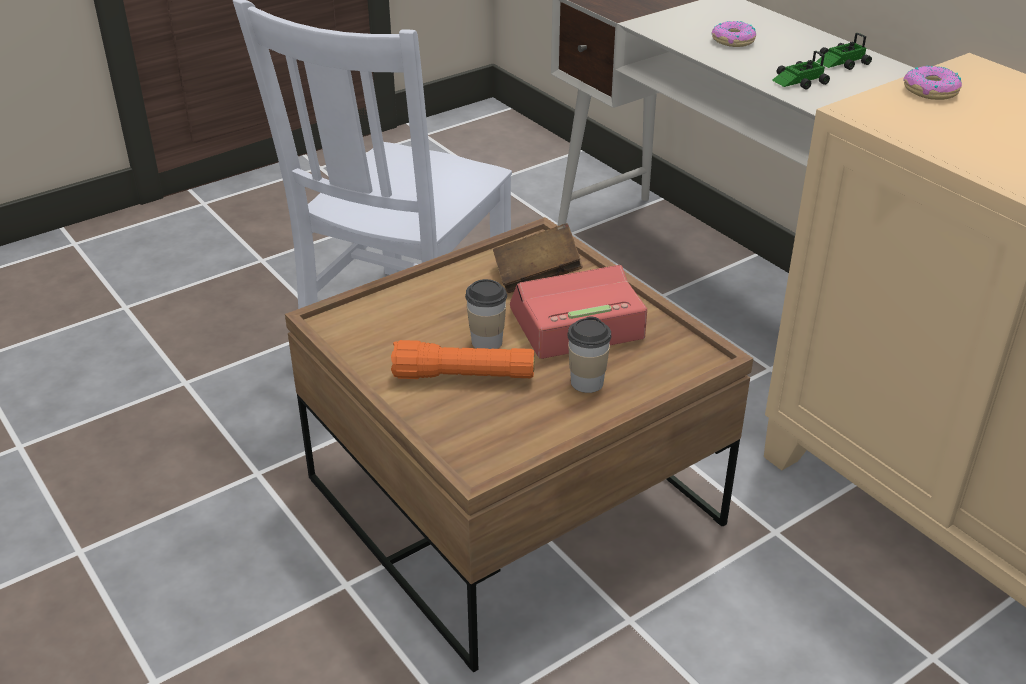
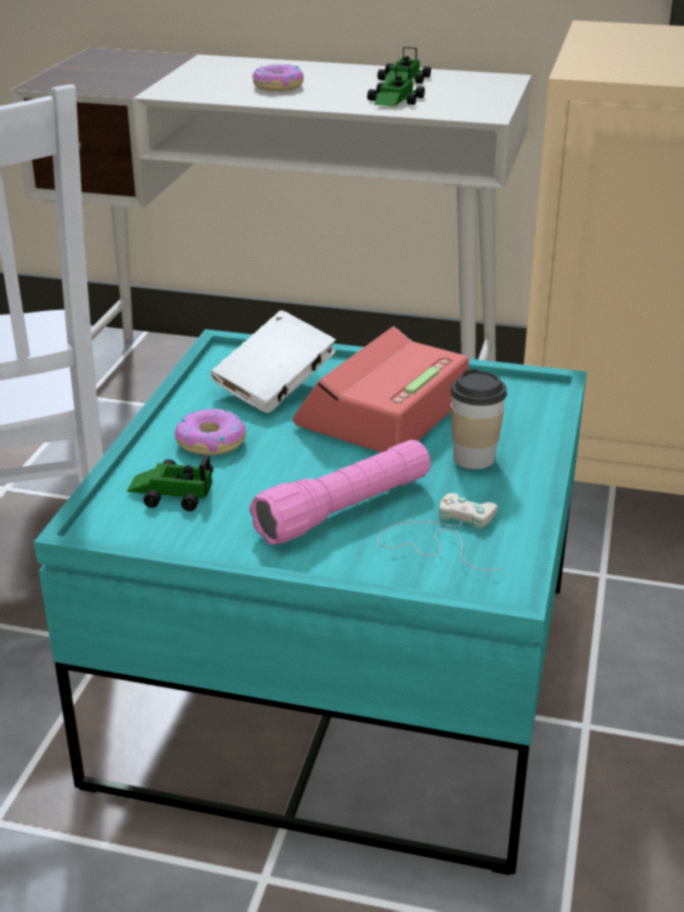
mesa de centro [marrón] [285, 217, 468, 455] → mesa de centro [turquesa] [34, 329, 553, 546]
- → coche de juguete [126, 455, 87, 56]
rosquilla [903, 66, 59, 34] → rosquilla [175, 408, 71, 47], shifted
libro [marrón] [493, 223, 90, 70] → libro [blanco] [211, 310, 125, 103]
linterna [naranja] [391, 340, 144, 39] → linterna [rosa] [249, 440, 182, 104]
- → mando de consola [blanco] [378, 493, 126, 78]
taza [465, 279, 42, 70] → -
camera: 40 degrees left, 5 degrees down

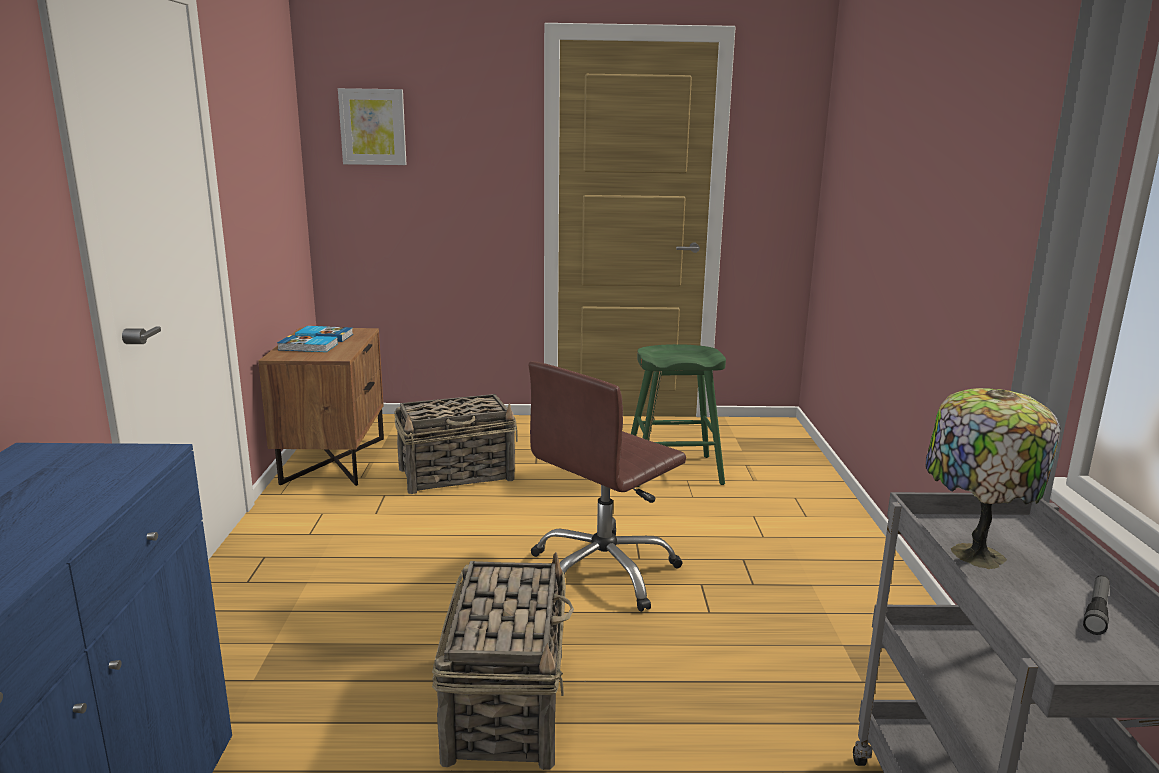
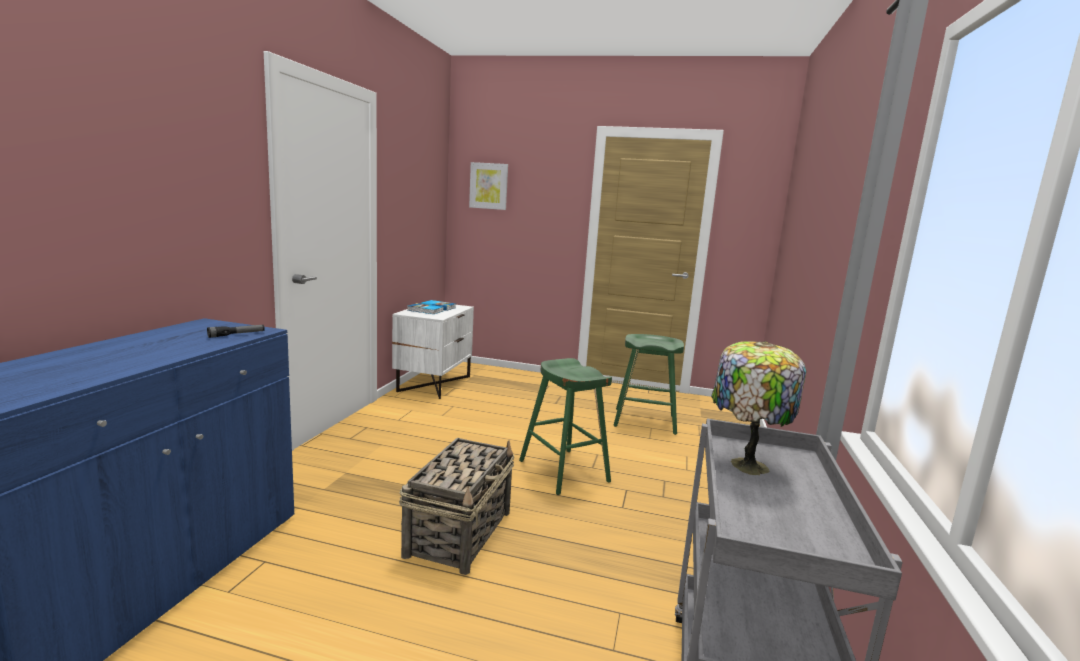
linterna [1083, 575, 27, 60] → linterna [207, 325, 58, 13], shifted
mesita de noche [marrón] [259, 327, 125, 159] → mesita de noche [blanco] [392, 305, 82, 94]
silla de oficina [marrón] [529, 361, 157, 251] → taburete [verde] [519, 358, 93, 137]
cesta [394, 394, 124, 100] → -
camera: 15 degrees right, 5 degrees down

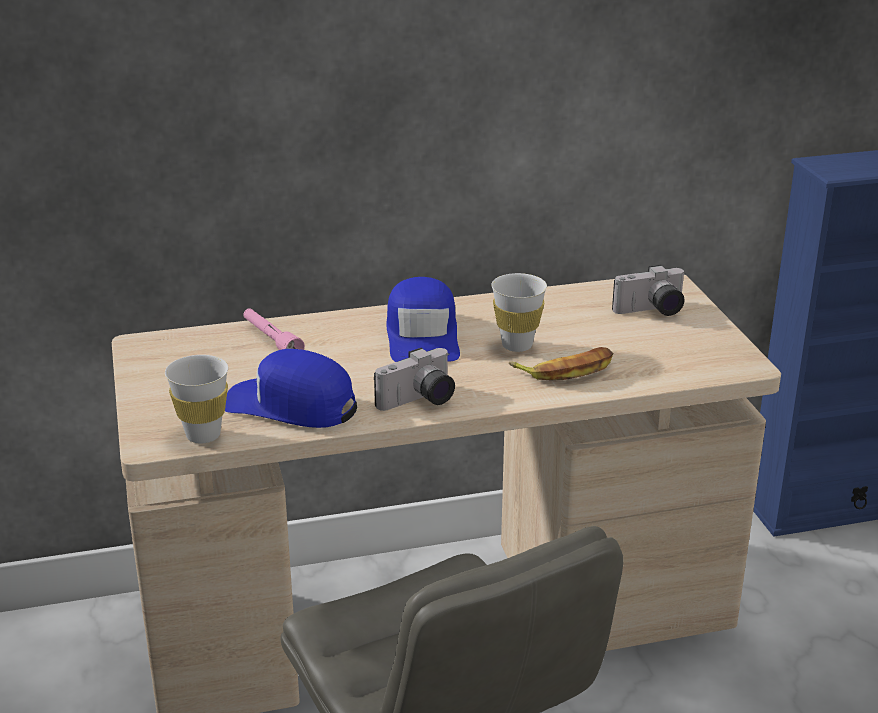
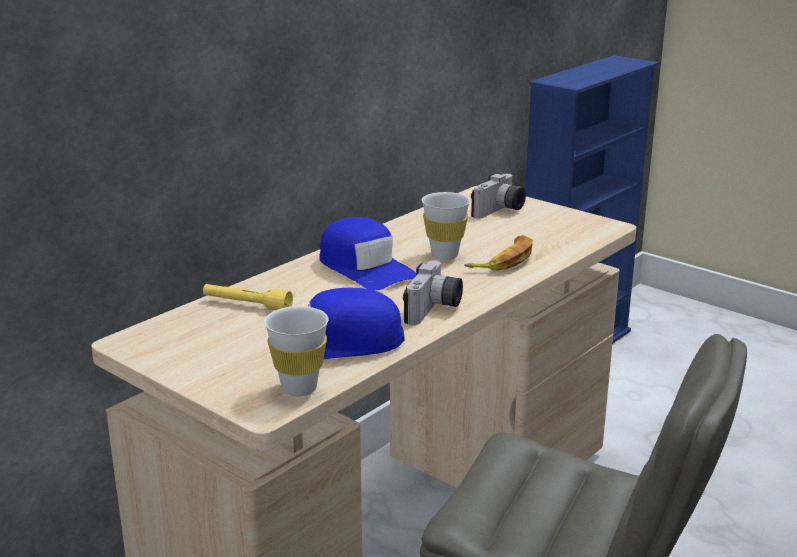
linterna [rosa] [243, 308, 62, 42] → linterna [amarillo] [203, 284, 90, 26]
camera: 35 degrees left, 5 degrees down

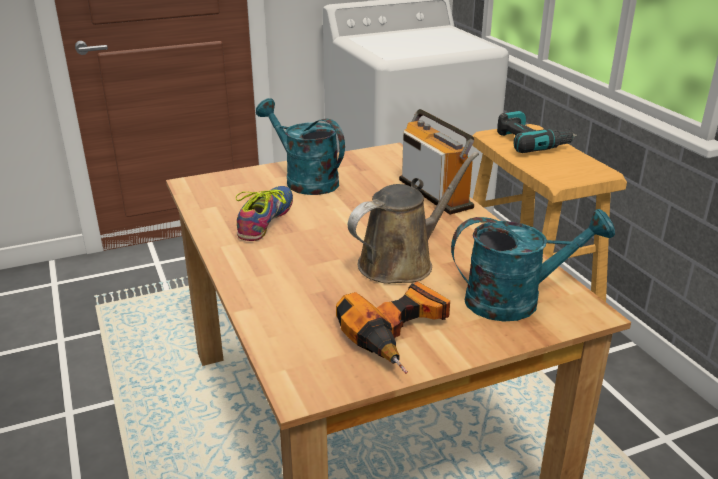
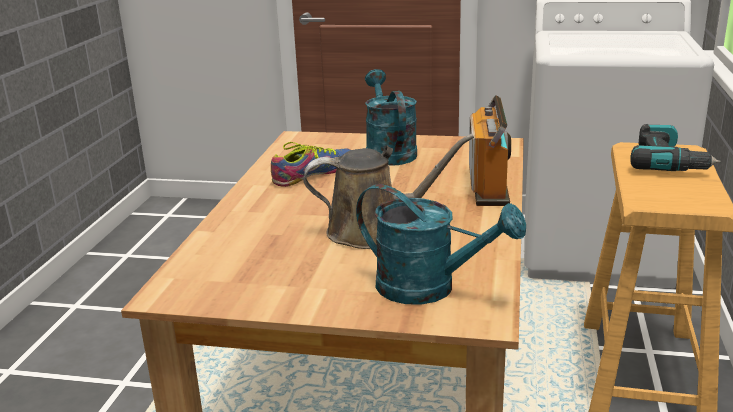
taladro [336, 281, 114, 93] → -
camera: 35 degrees right, 5 degrees down

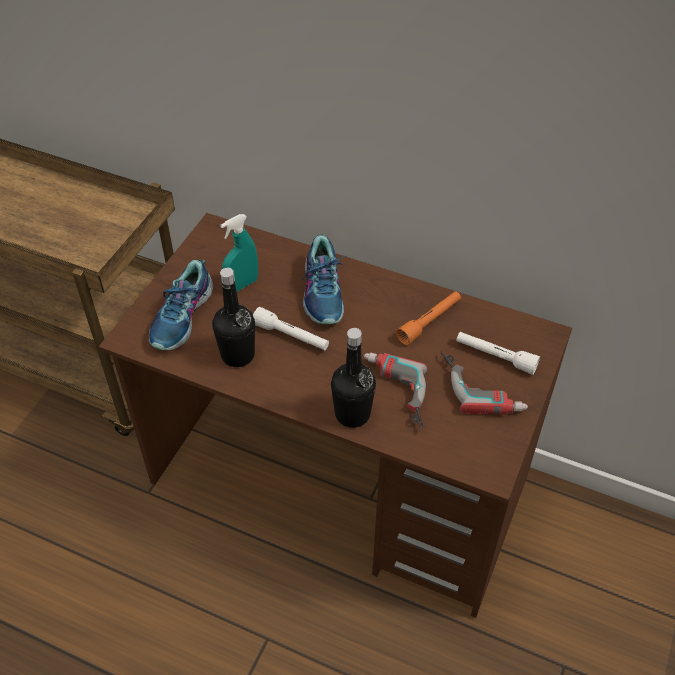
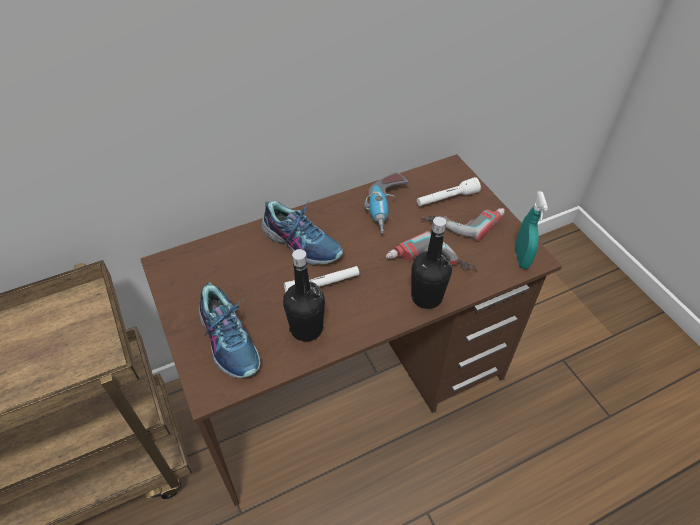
linterna [naranja] [396, 291, 65, 54] → taladro [364, 172, 45, 61]
pulverizador [turquesa] [220, 214, 38, 78] → pulverizador [turquesa] [515, 192, 33, 77], shifted
camera: 50 degrees left, 0 degrees up

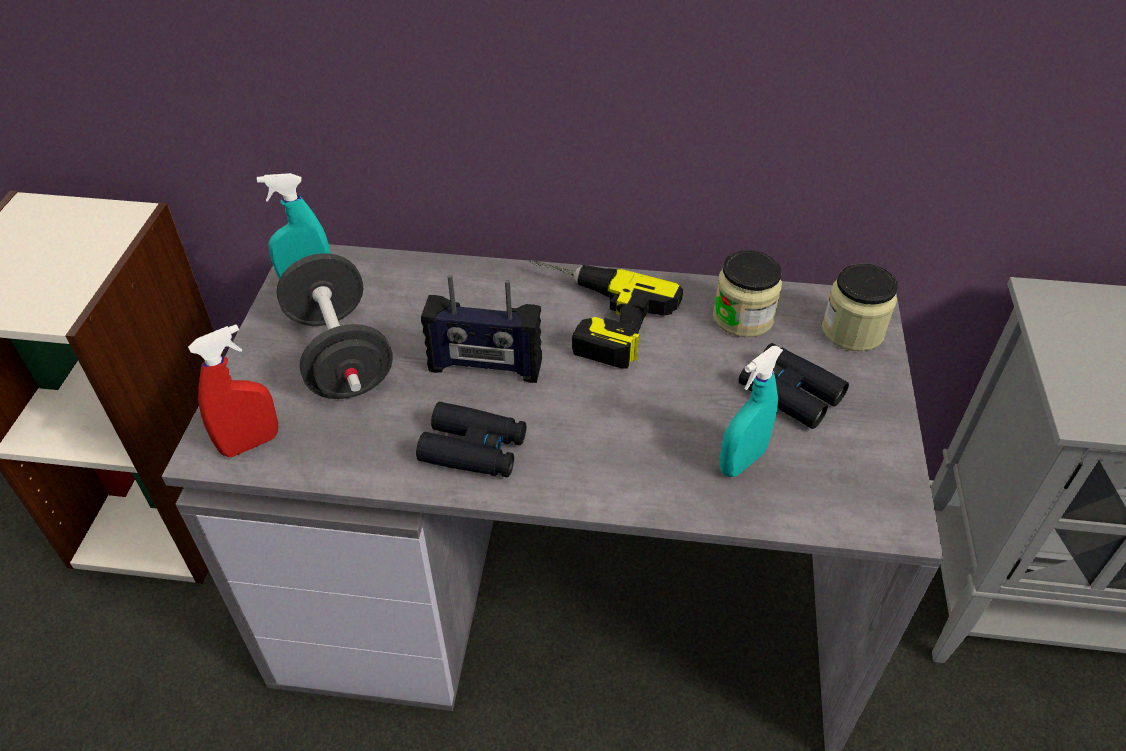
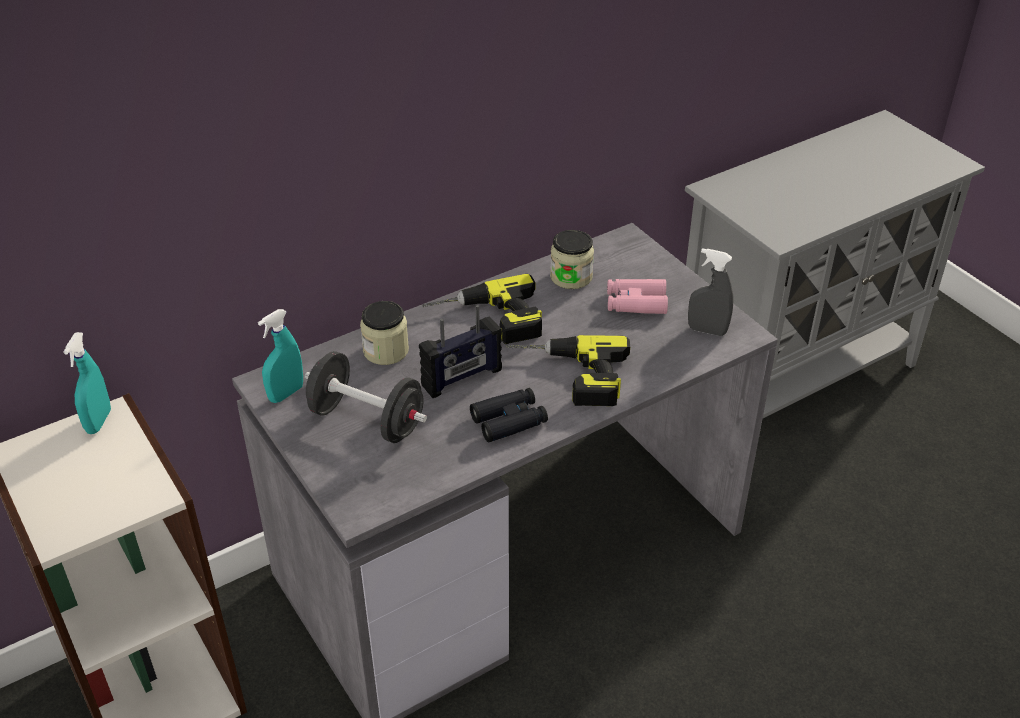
pulverizador [turquesa] [719, 346, 64, 131] → pulverizador [turquesa] [63, 332, 48, 102], shifted
tarro [822, 263, 76, 88] → tarro [360, 301, 49, 64], shifted
- → taladro [506, 335, 124, 71]
prismáticos [negro] [738, 343, 111, 86] → prismáticos [rosa] [607, 279, 61, 35]
- → pulverizador [gris] [688, 248, 46, 88]
pulverizador [rojo] [188, 324, 90, 133] → -
camera: 40 degrees left, 5 degrees down

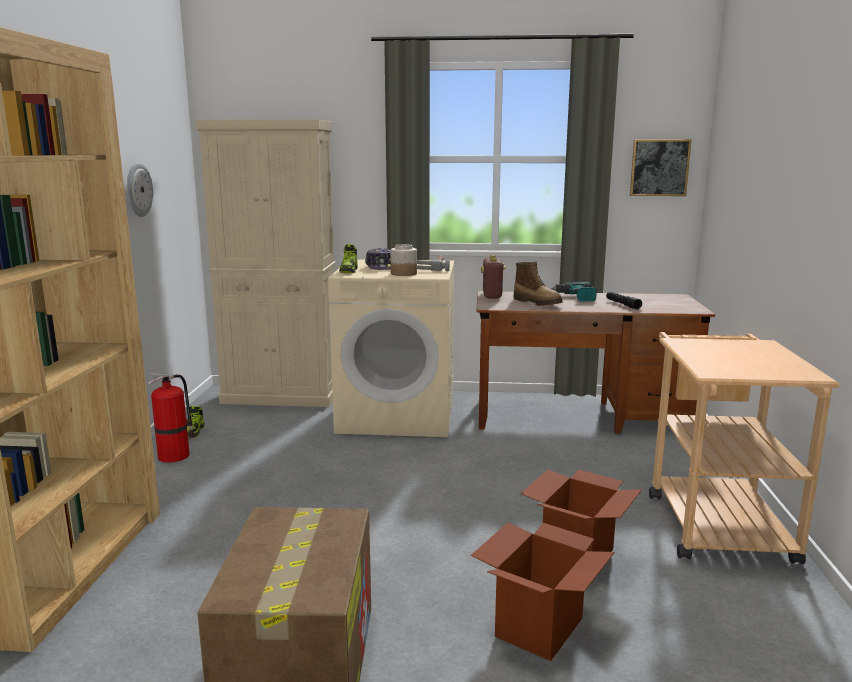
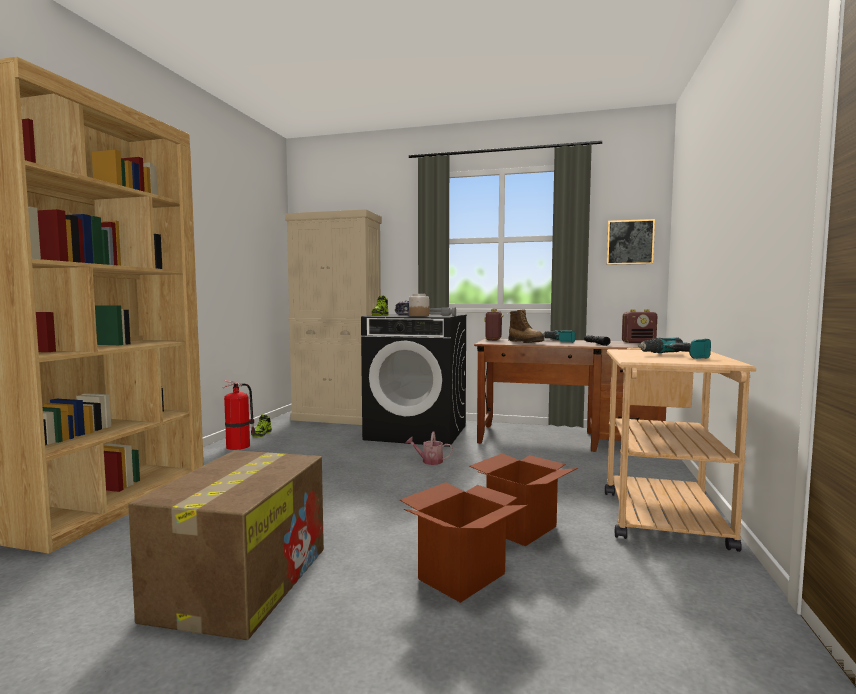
lavadora [beis] [328, 259, 126, 178] → lavadora [negro] [361, 314, 106, 133]
- → regadera [406, 432, 47, 33]
- → radio [622, 309, 35, 34]
- → taladro [638, 337, 73, 22]
reloj de pared [127, 162, 26, 55] → -
camera: 10 degrees right, 10 degrees down

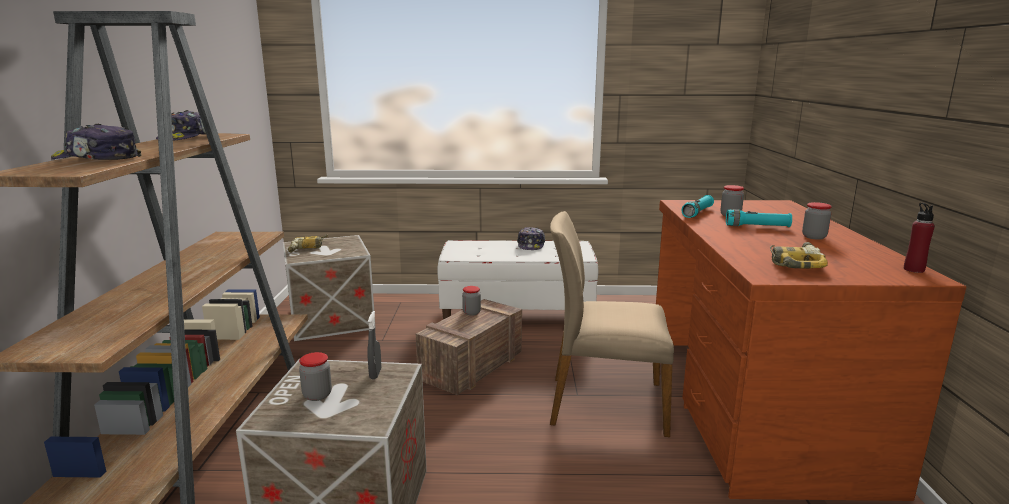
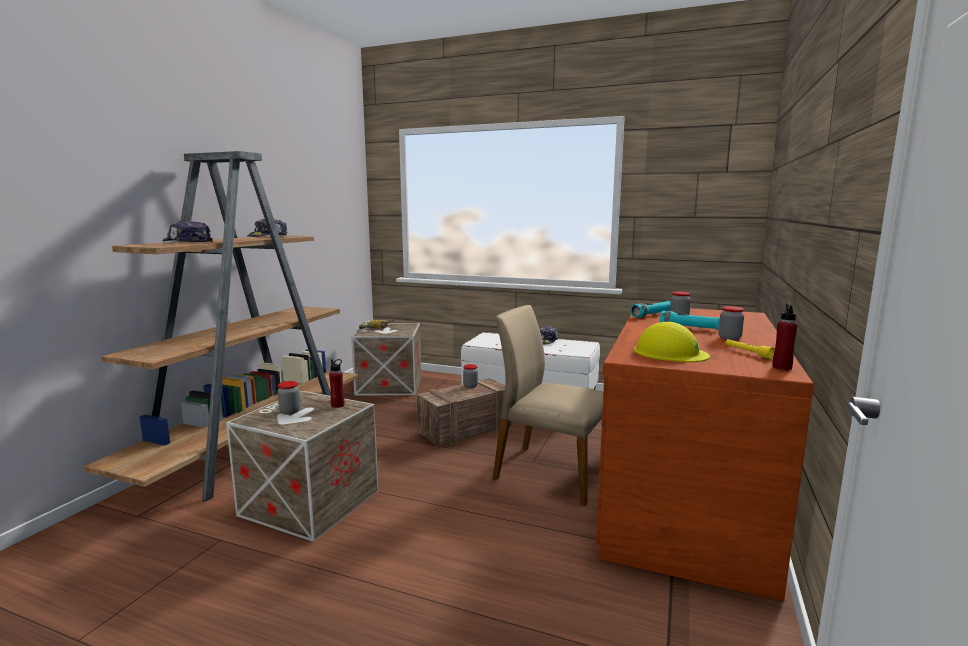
pulverizador [gris] [367, 311, 14, 68] → botella [rojo] [329, 359, 15, 49]
taladro [770, 242, 58, 26] → casco [amarillo] [634, 322, 76, 40]
- → linterna [amarillo] [725, 339, 50, 20]
camera: 20 degrees right, 5 degrees down

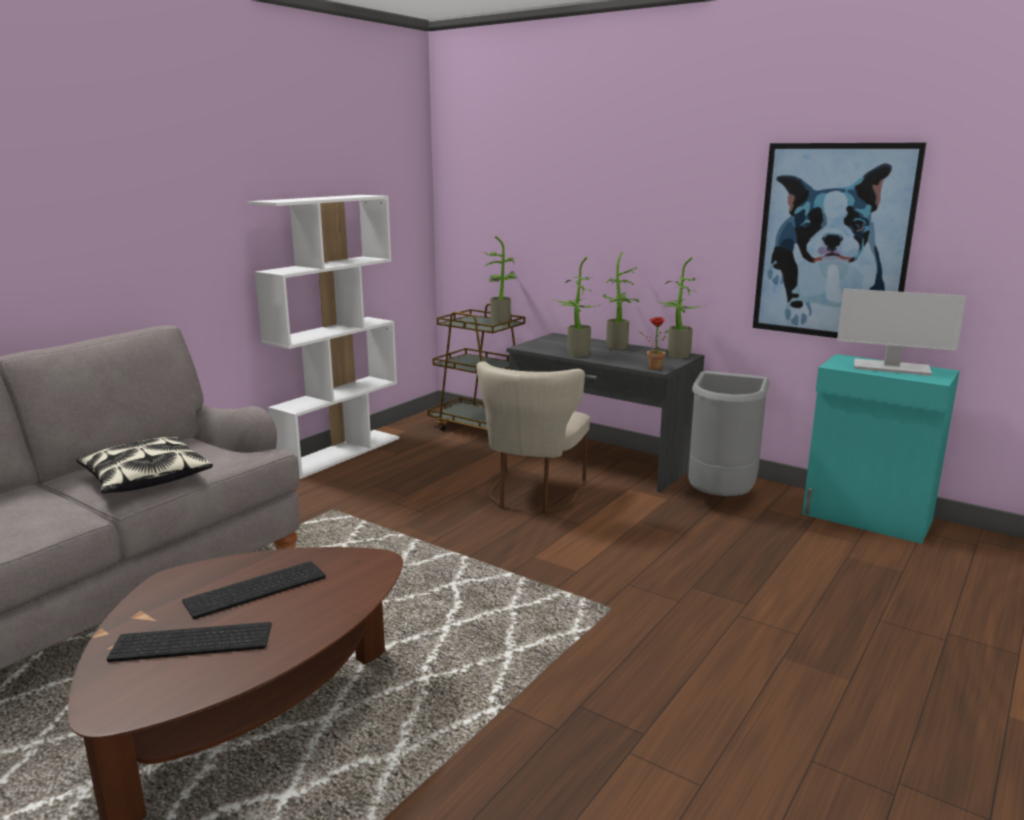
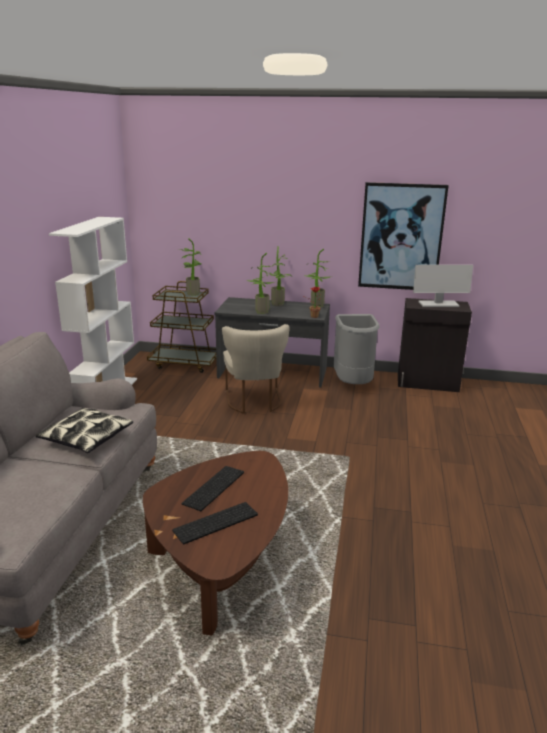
armario [turquesa] [802, 354, 158, 190] → armario [negro] [398, 298, 74, 94]
camera: 25 degrees left, 5 degrees up

